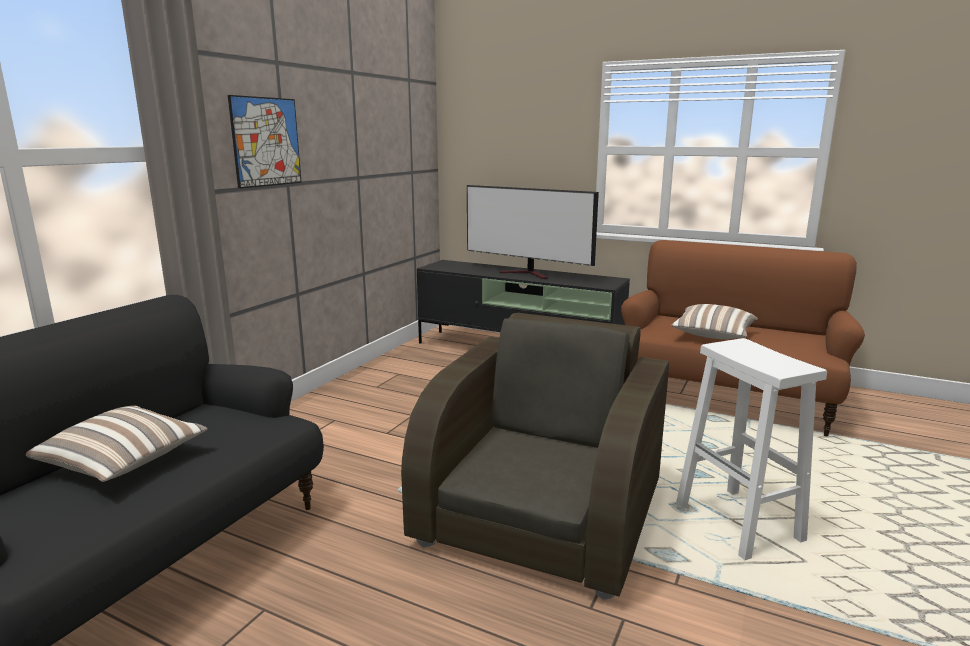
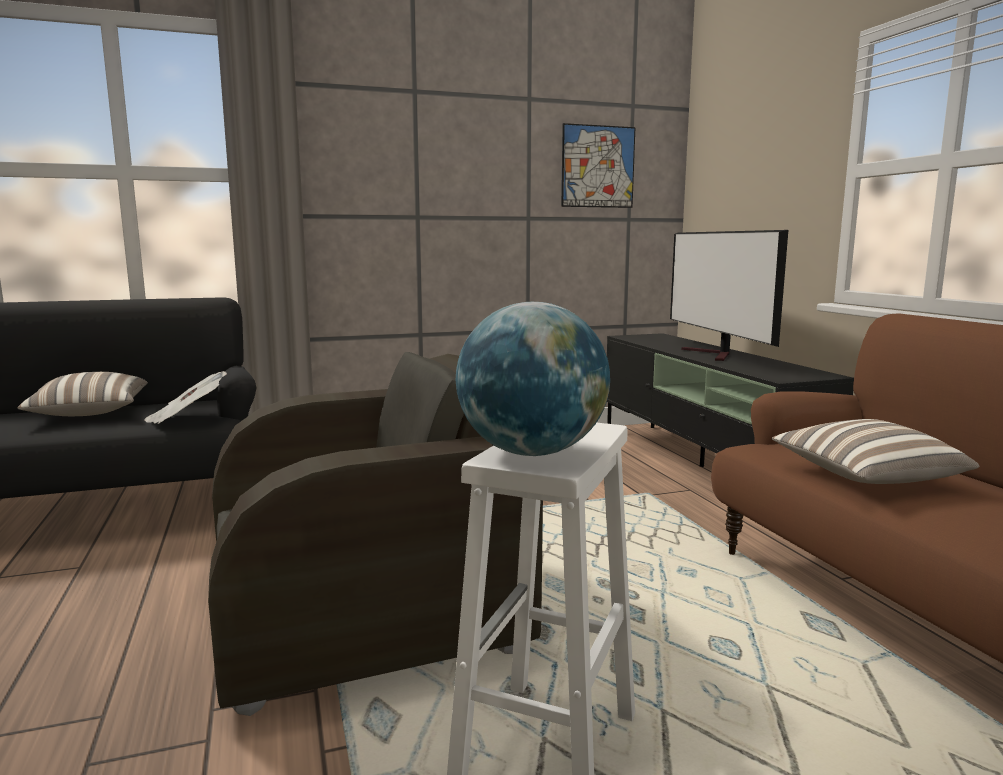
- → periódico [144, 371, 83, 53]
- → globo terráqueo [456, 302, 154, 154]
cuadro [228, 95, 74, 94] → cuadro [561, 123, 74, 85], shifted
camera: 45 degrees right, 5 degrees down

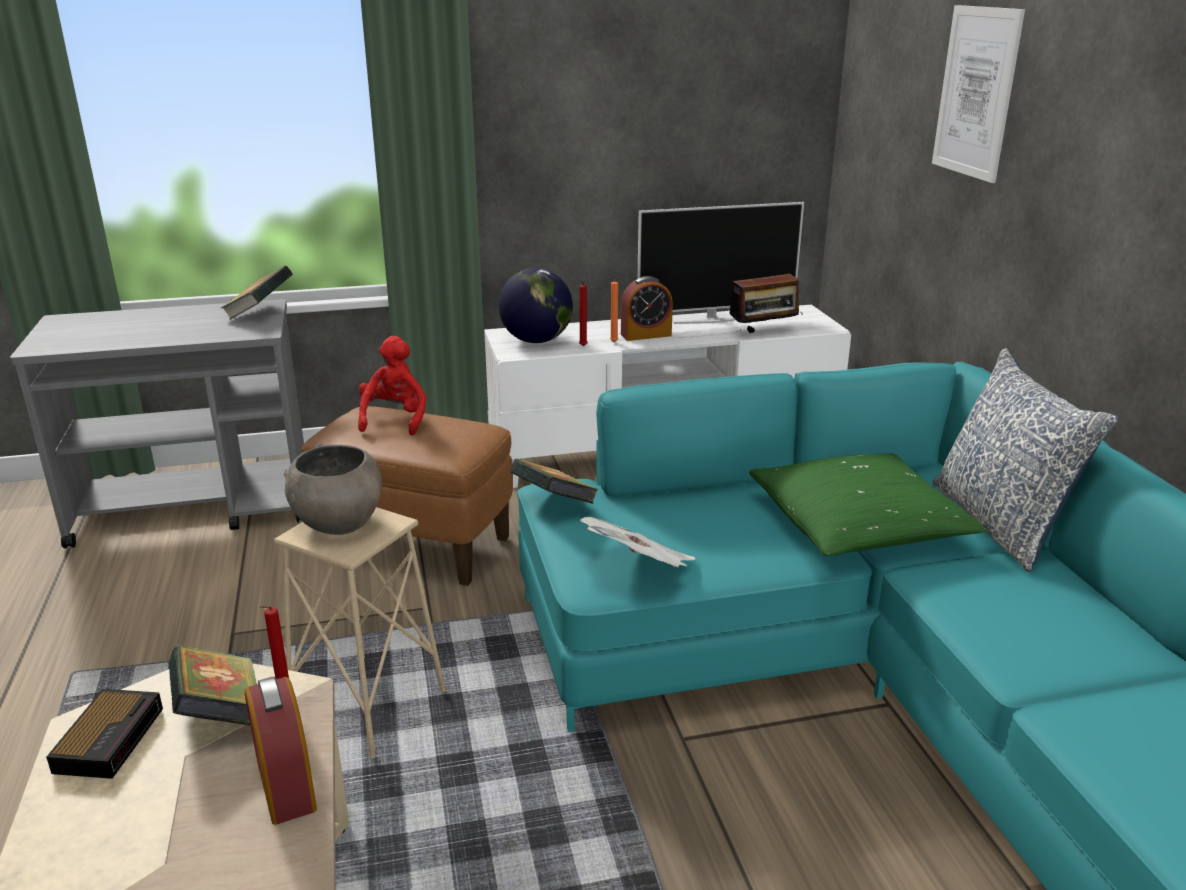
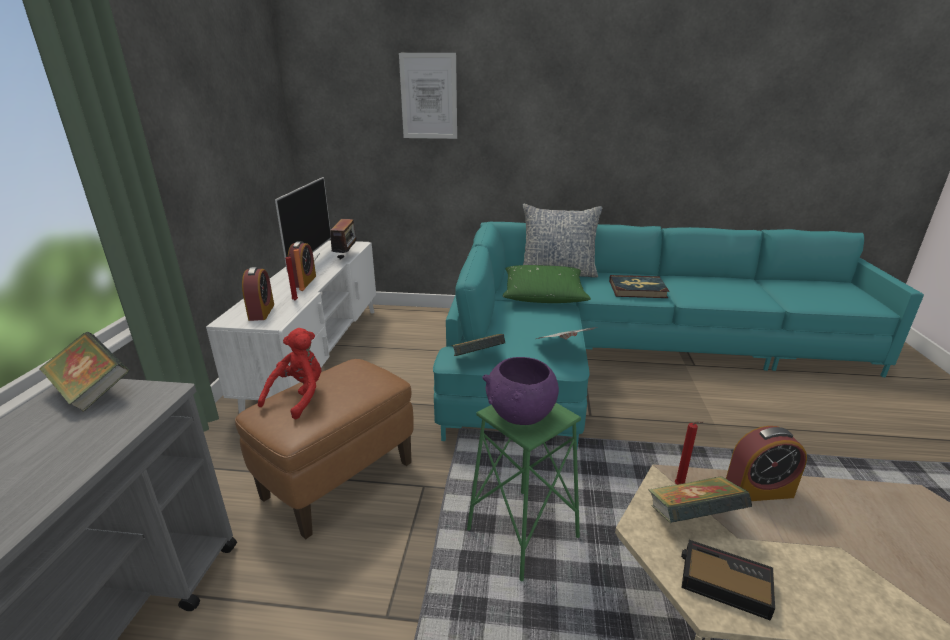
globo terráqueo [498, 268, 75, 75] → despertador [242, 267, 32, 54]
peluche [rojo] [358, 336, 68, 99] → peluche [rojo] [258, 328, 63, 91], 90 degrees clockwise
taburete [beis] [274, 507, 172, 252] → taburete [verde] [467, 403, 114, 178]
cuenco [gris] [284, 444, 98, 91] → cuenco [morado] [482, 357, 77, 68]
- → libro [609, 275, 60, 23]
camera: 70 degrees left, 0 degrees up

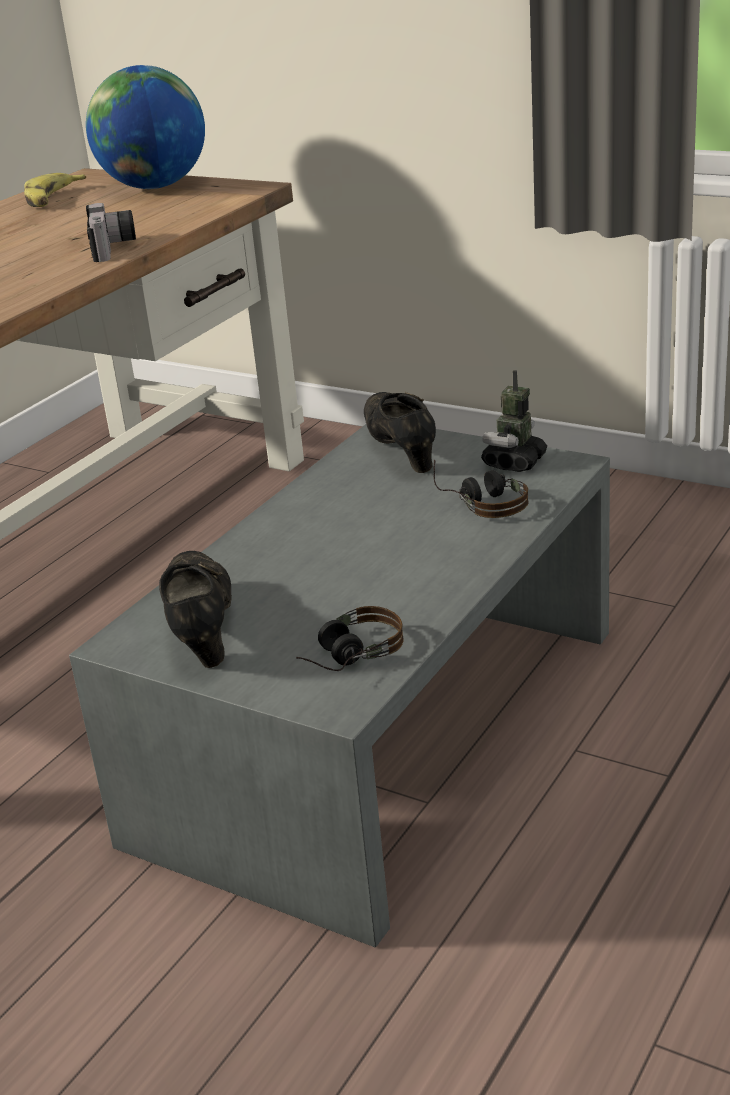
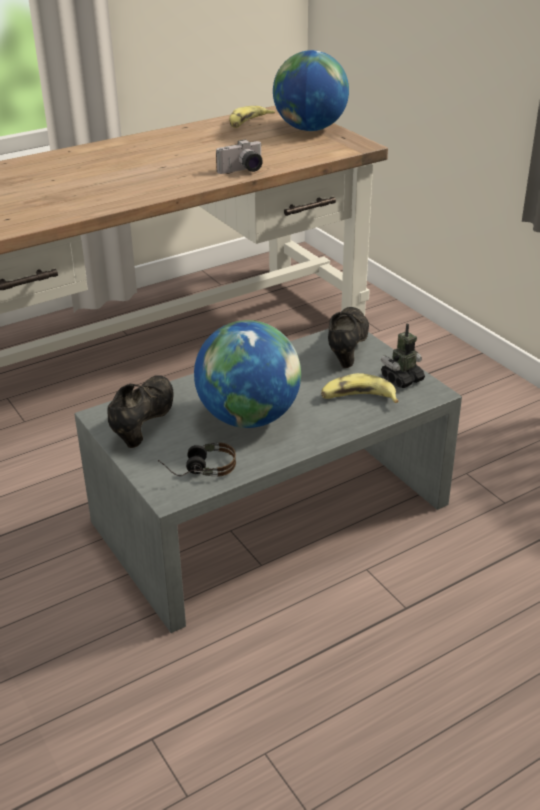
- → globo terráqueo [194, 320, 107, 108]
cámara [86, 203, 50, 59] → cámara [216, 140, 47, 34], 45 degrees clockwise
auriculares [433, 460, 95, 58] → plátano [321, 373, 78, 30]
camera: 25 degrees right, 5 degrees up

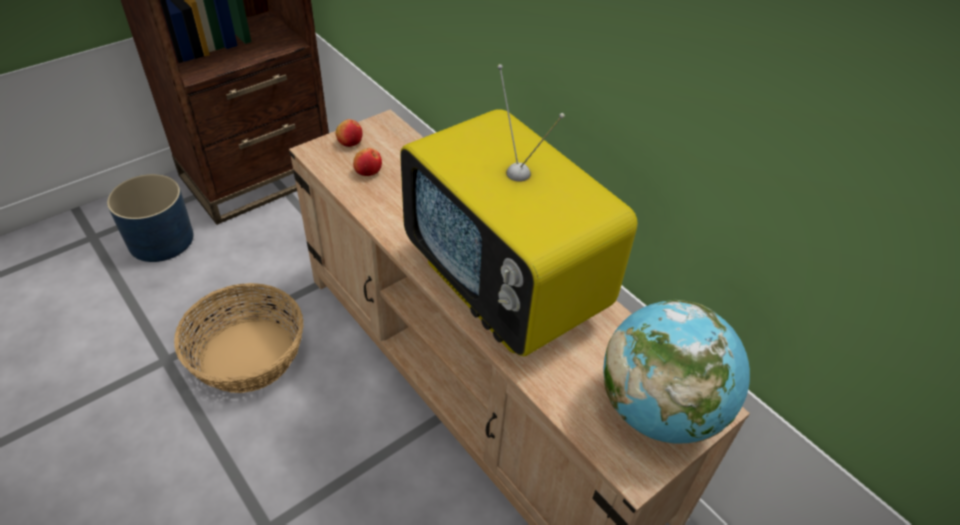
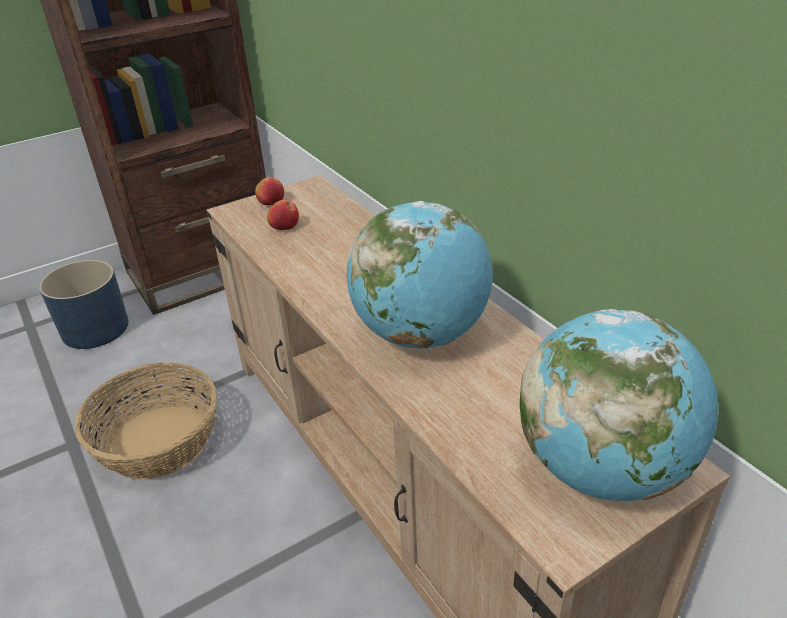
televisor [400, 64, 238, 292] → globo terráqueo [347, 201, 146, 148]
camera: 10 degrees right, 10 degrees down

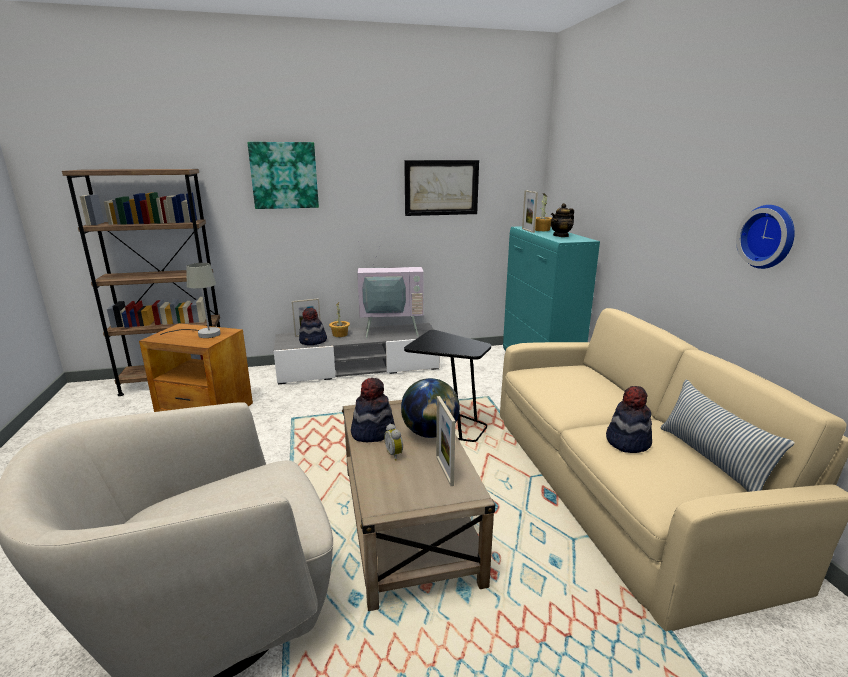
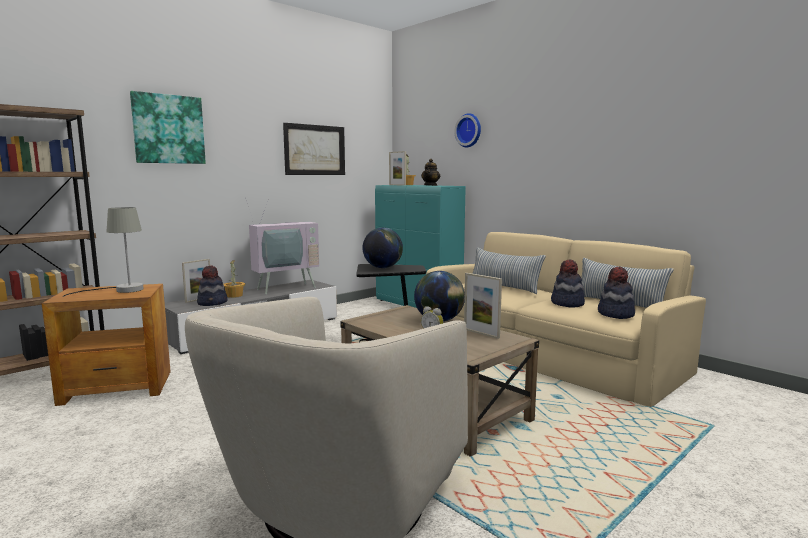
- → globo terráqueo [363, 228, 40, 40]
reloj de pared [736, 205, 59, 64] → reloj de pared [454, 113, 27, 34], shifted
- → cojín [472, 247, 74, 47]
sombrero [351, 378, 44, 64] → sombrero [598, 267, 37, 52], shifted
camera: 30 degrees left, 10 degrees down

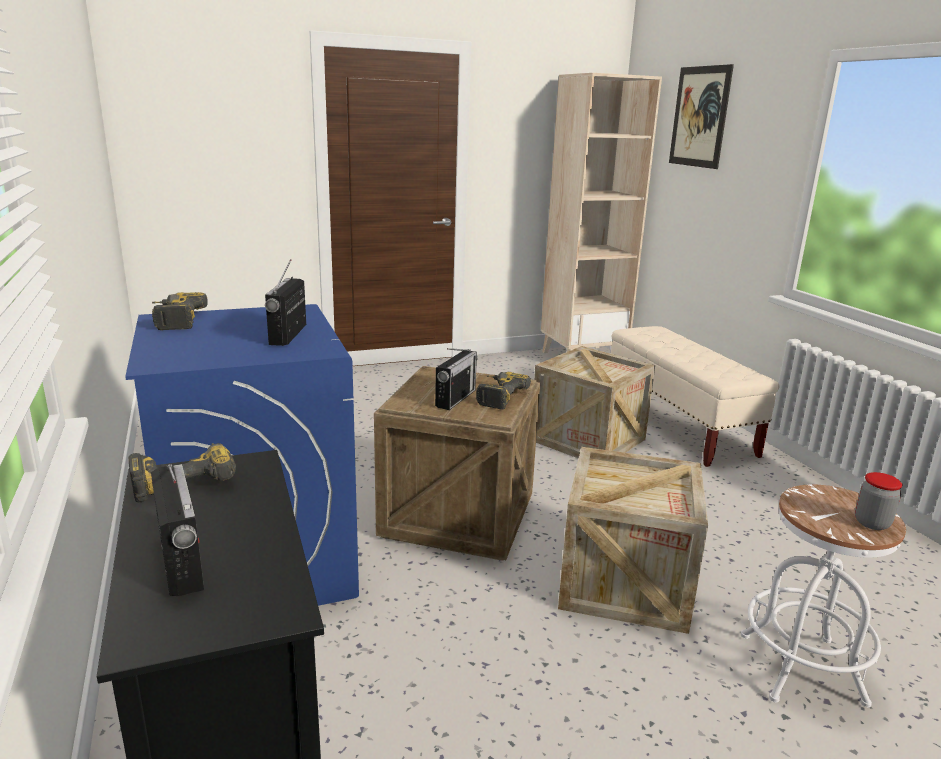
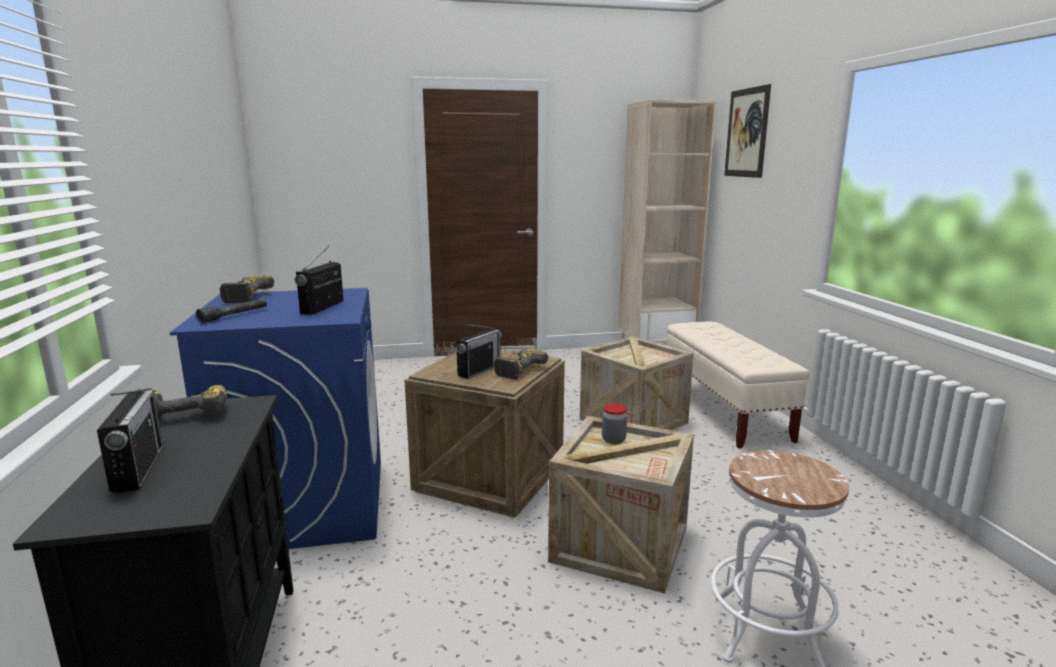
- → linterna [gris] [196, 299, 71, 25]
tarro [855, 472, 48, 58] → tarro [602, 404, 25, 40], shifted
camera: 10 degrees right, 5 degrees down

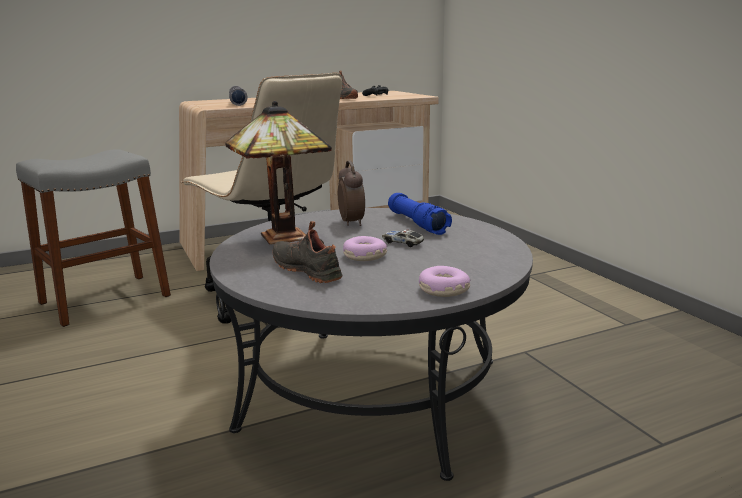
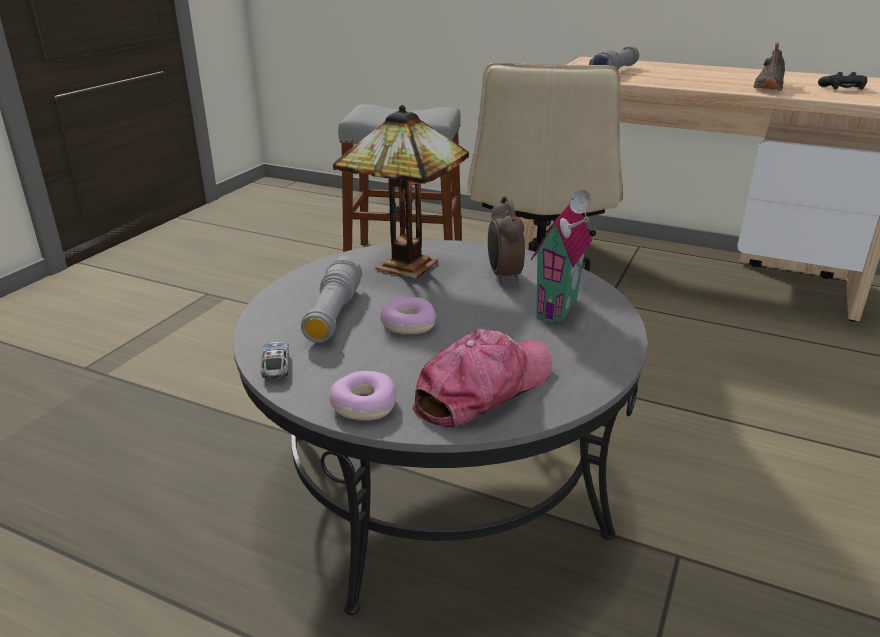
coche de juguete [382, 230, 42, 17] → coche de juguete [260, 342, 29, 37], shifted
zapato [negro] [273, 221, 69, 62] → linterna [gris] [301, 256, 61, 87]
- → gorra [412, 329, 141, 98]
despertador [338, 161, 27, 65] → despertador [488, 196, 37, 88], 135 degrees clockwise
linterna [azul] [388, 193, 64, 42] → casita [531, 189, 61, 134]
camera: 50 degrees right, 10 degrees up

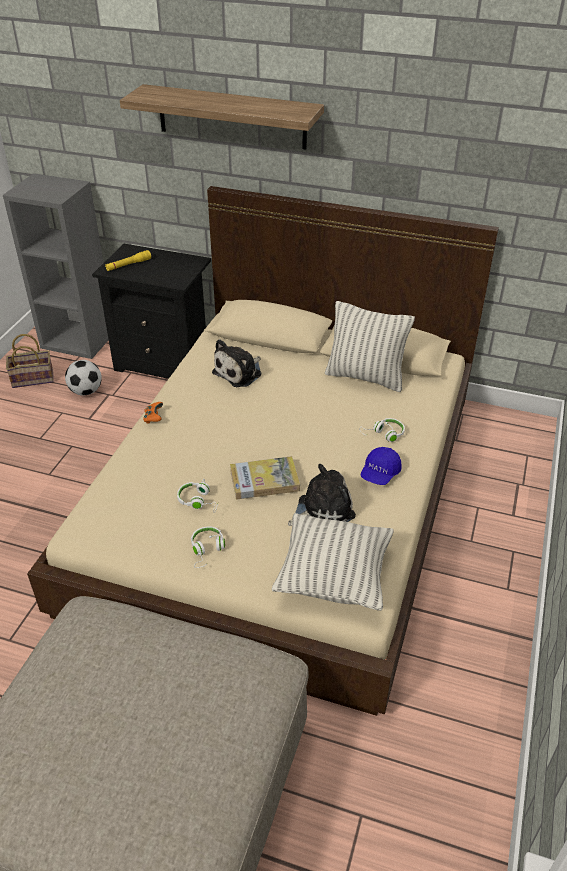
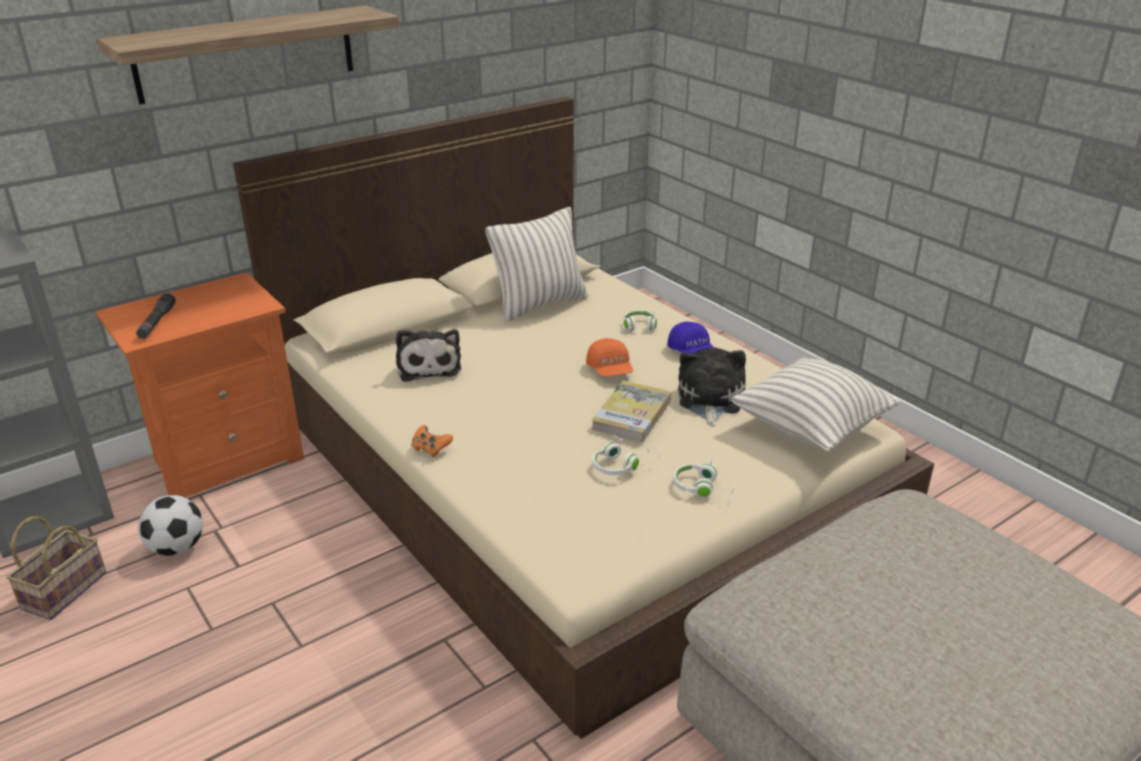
mesita de noche [negro] [92, 244, 119, 135] → mesita de noche [naranja] [96, 272, 208, 226]
linterna [amarillo] [105, 250, 46, 21] → linterna [negro] [136, 293, 40, 46]
- → gorra [naranja] [586, 338, 47, 39]
camera: 55 degrees left, 10 degrees down

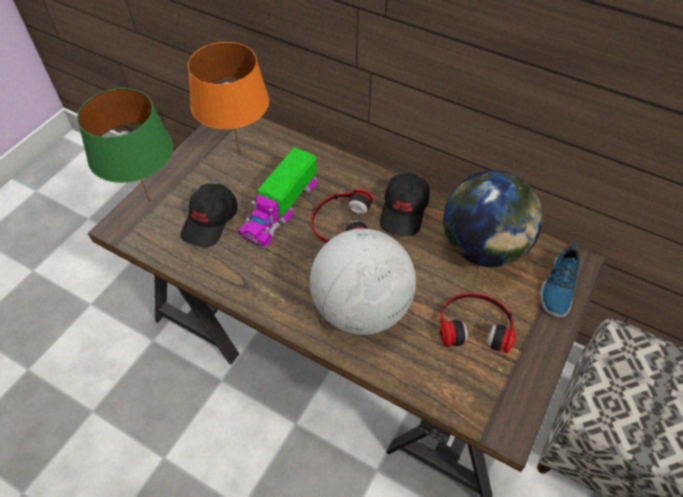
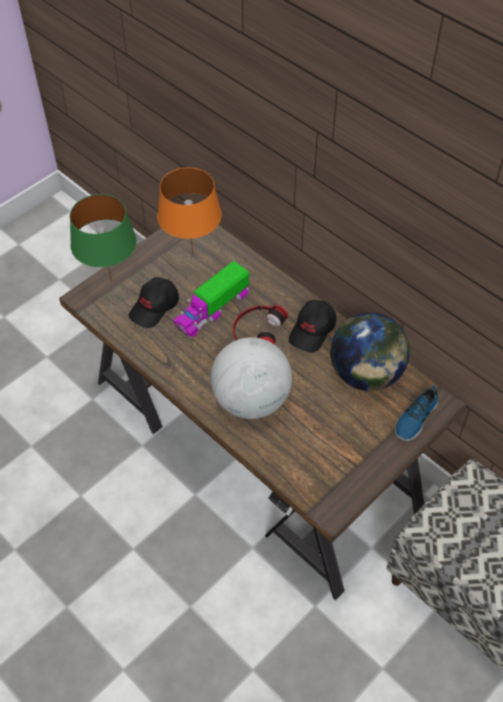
auriculares [440, 293, 76, 60] → -
camera: 15 degrees right, 0 degrees up

